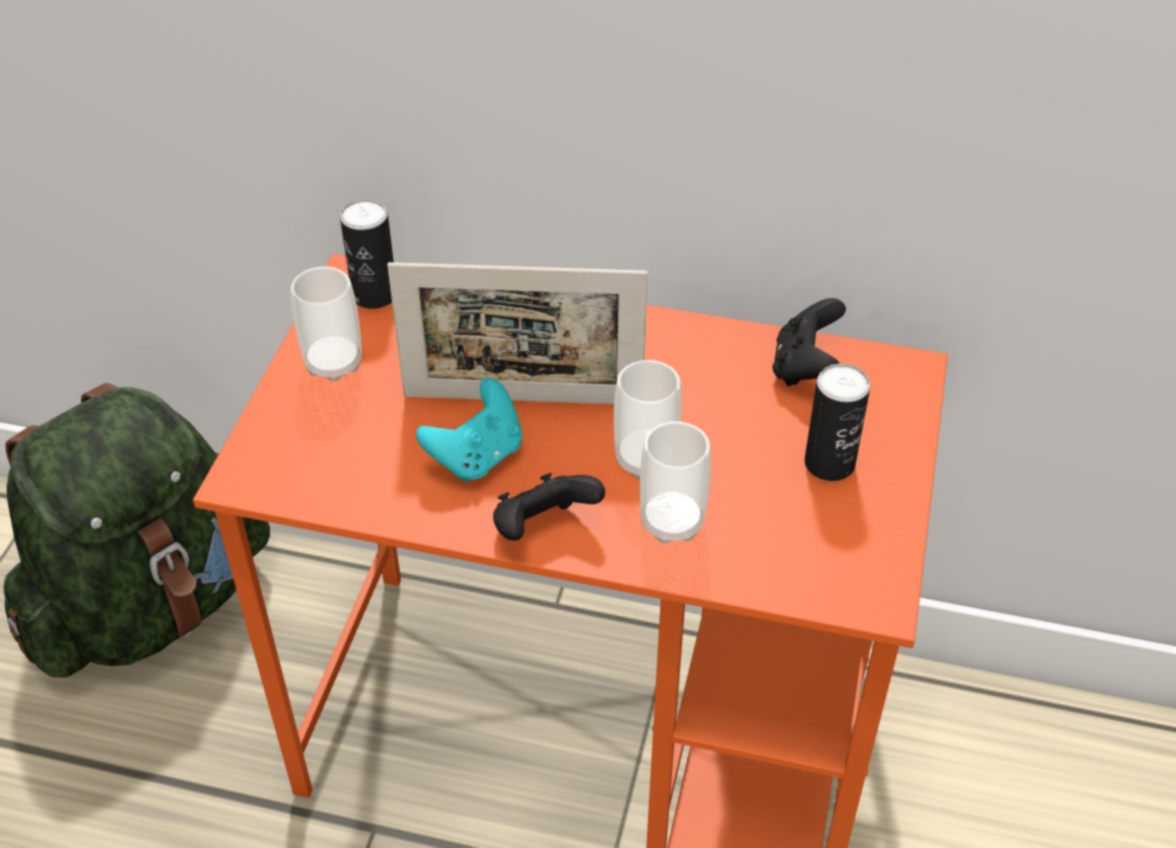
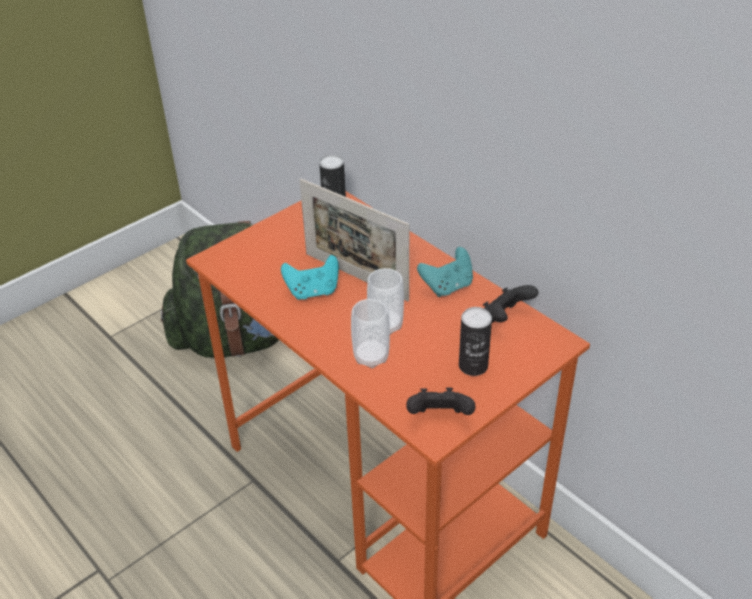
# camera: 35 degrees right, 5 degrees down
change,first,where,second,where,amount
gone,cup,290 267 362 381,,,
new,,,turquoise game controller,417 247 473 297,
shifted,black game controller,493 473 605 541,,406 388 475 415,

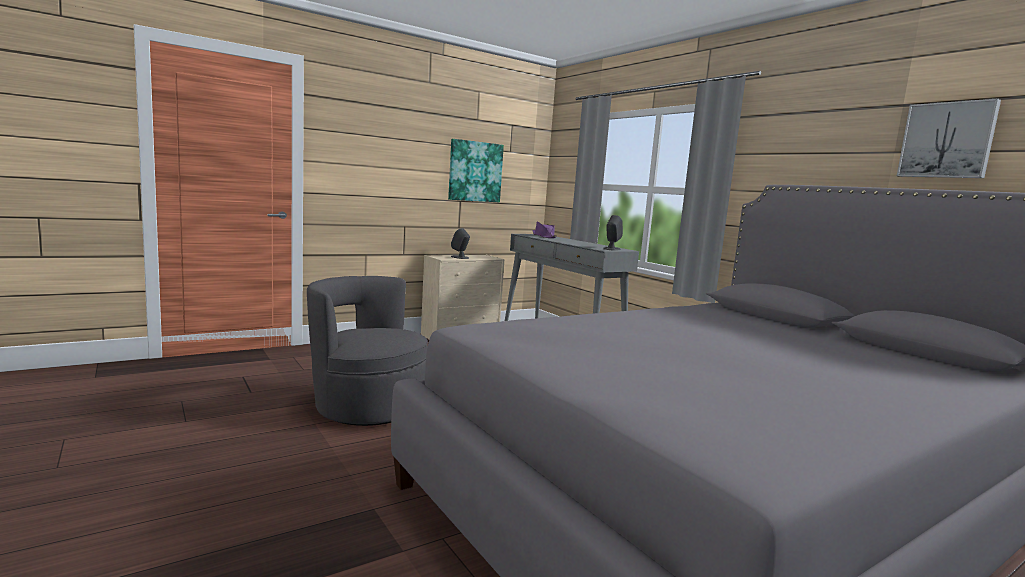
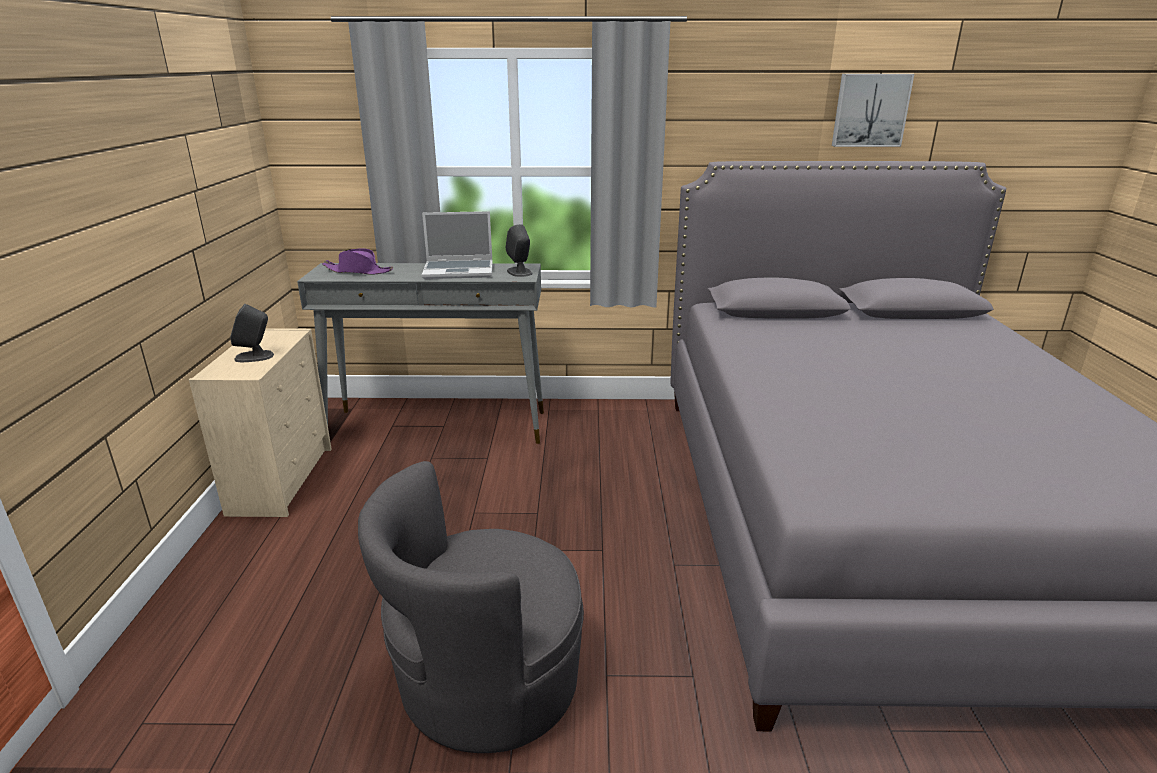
# camera: 55 degrees left, 15 degrees up
change,first,where,second,where,amount
gone,wall picture,448 139 504 202,,,
new,,,portable computer,422 211 493 279,

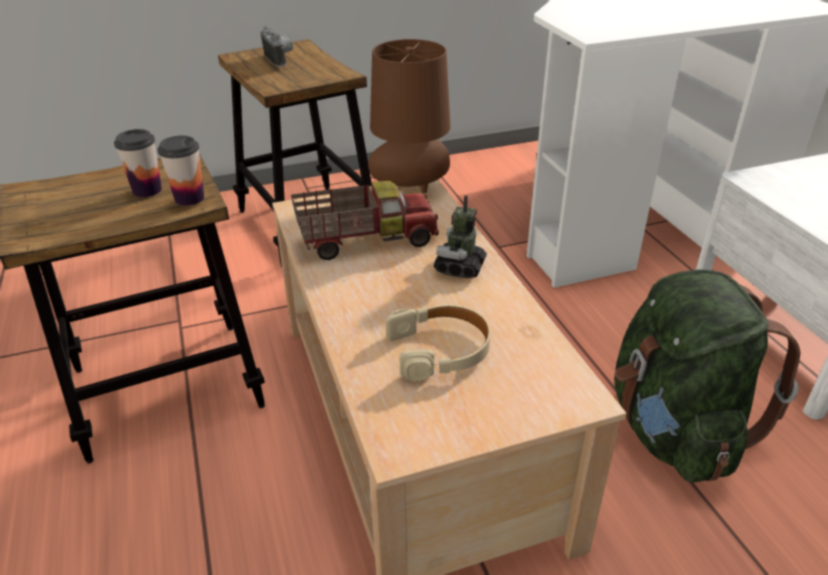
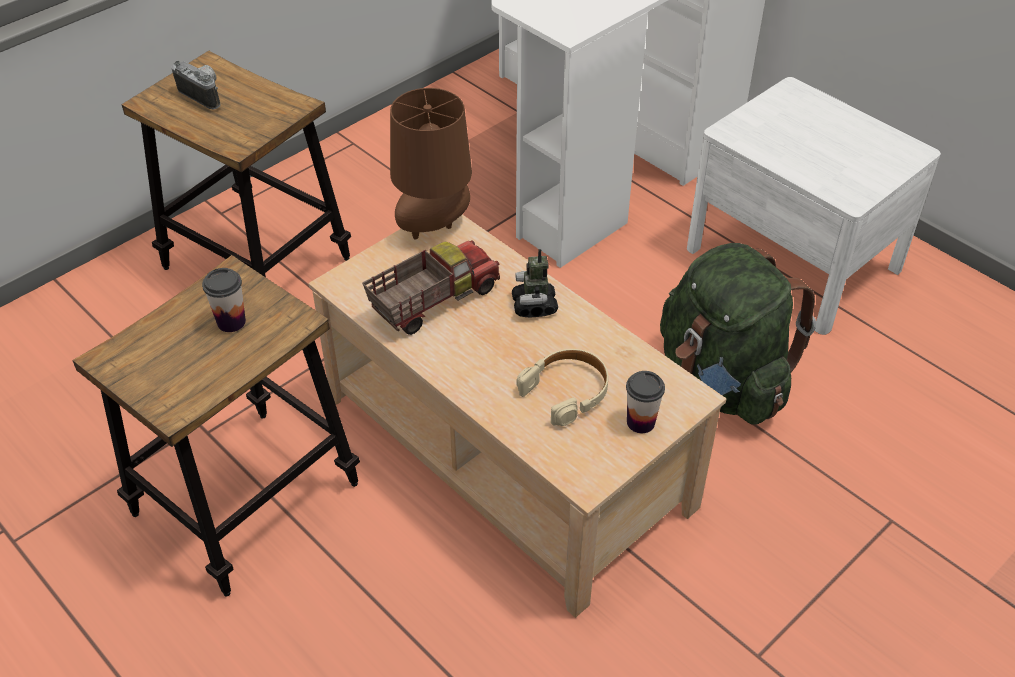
# camera: 25 degrees left, 10 degrees up
change,first,where,second,where,amount
shifted,cup,158 136 204 206,,626 371 665 433,

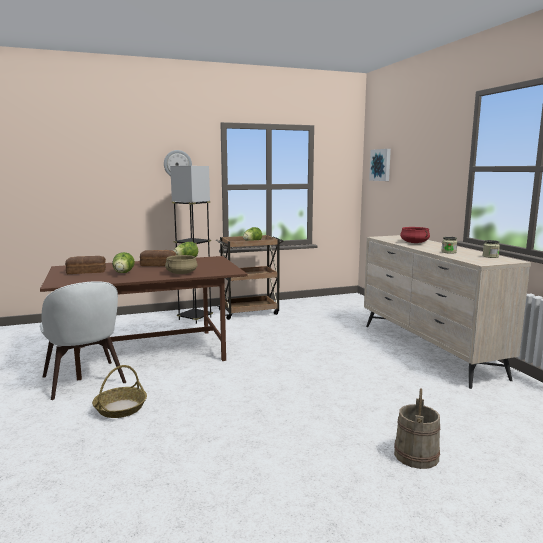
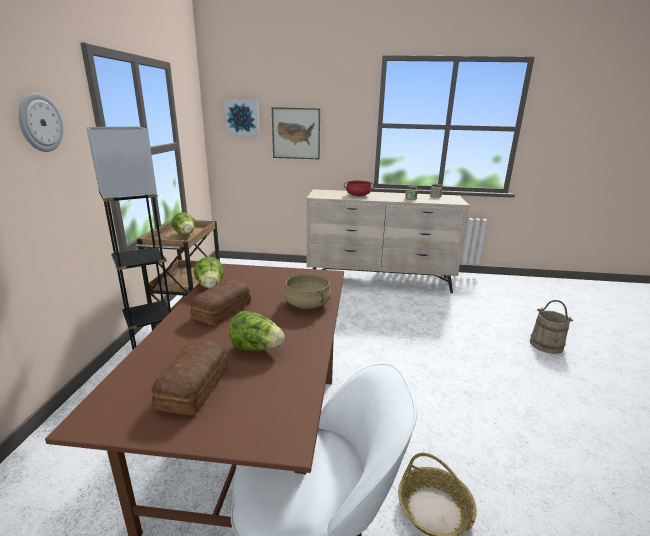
# camera: 65 degrees left, 10 degrees up
change,first,where,second,where,amount
new,,,wall picture,272 107 320 159,

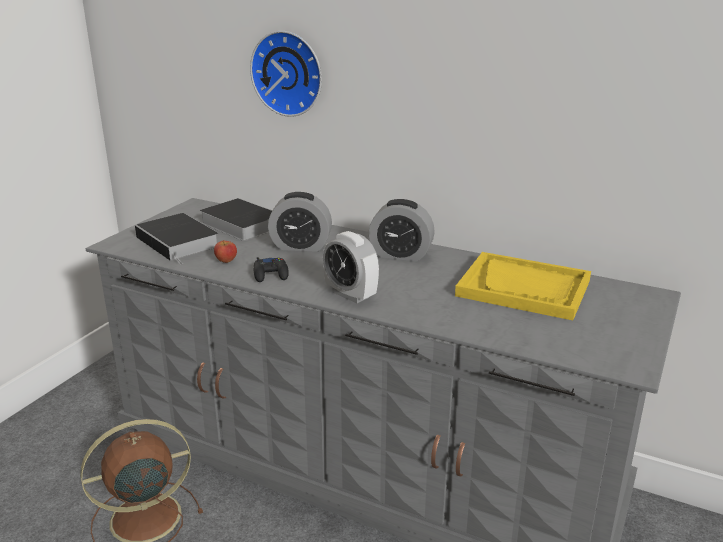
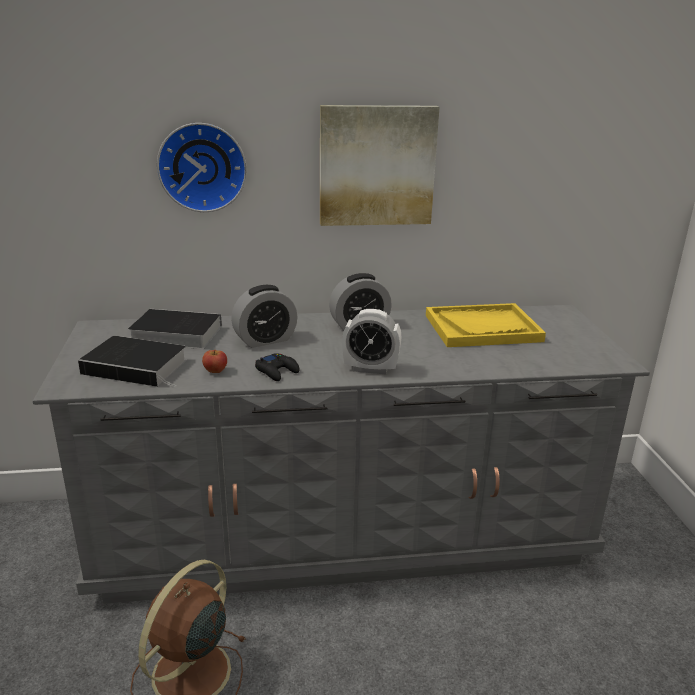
# camera: 35 degrees left, 0 degrees up
change,first,where,second,where,amount
new,,,wall picture,320 105 440 226,

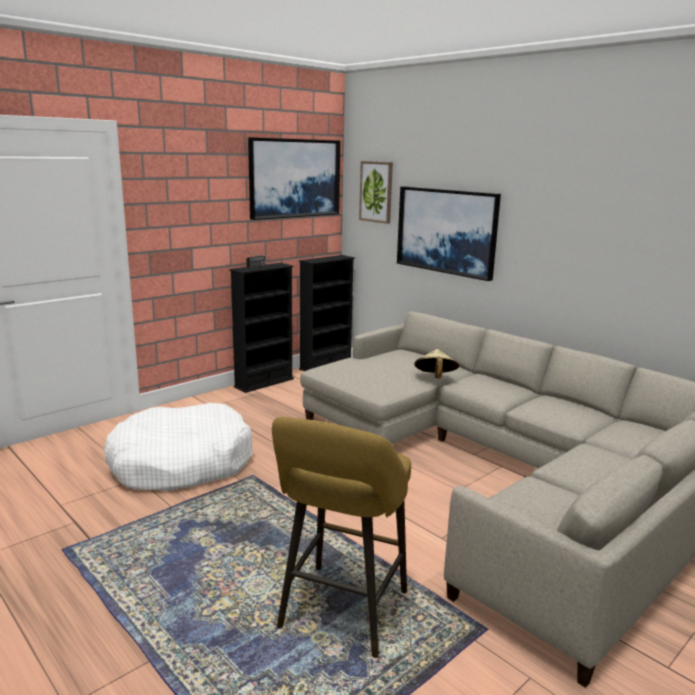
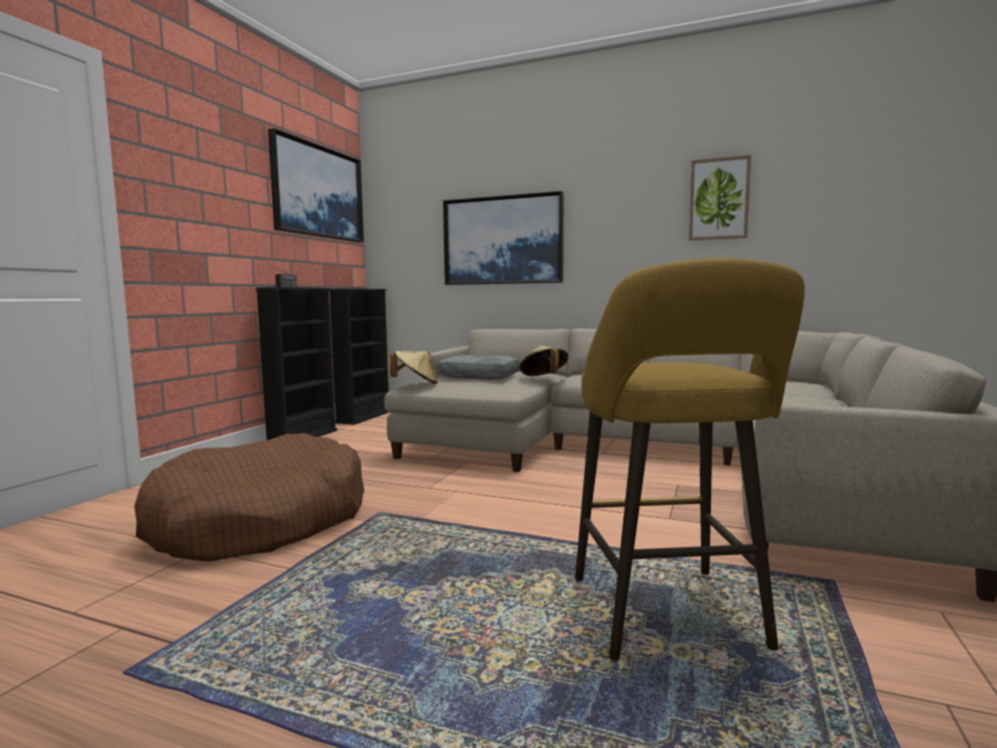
# camera: 25 degrees left, 10 degrees down
change,first,where,second,where,amount
new,,,beige hat,390 351 438 384,
new,,,gray throw pillow,436 355 520 379,
shifted,wall picture,359 161 393 224,,689 155 751 241,
repainted,white dog cushion,104 403 252 491,brownish dog cushion,134 433 365 562,

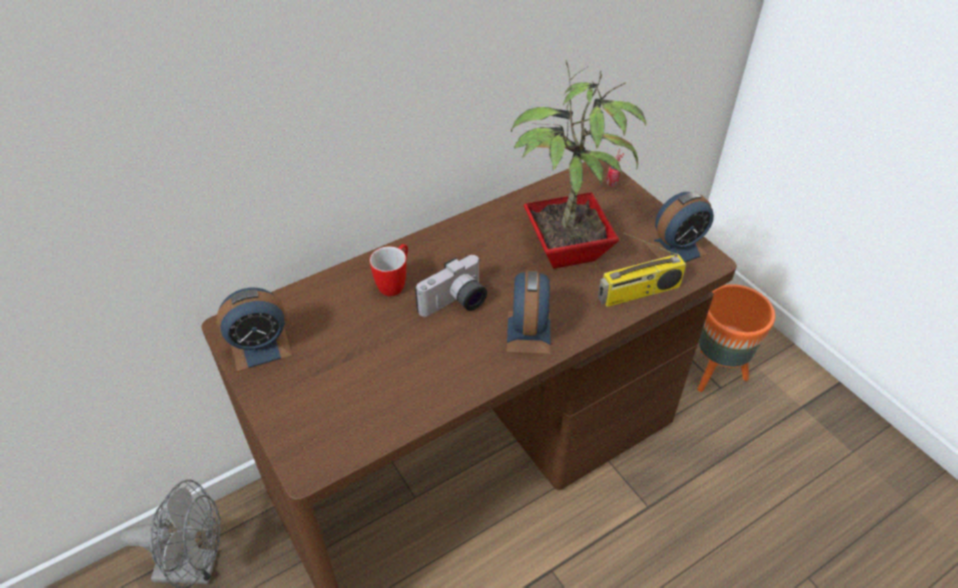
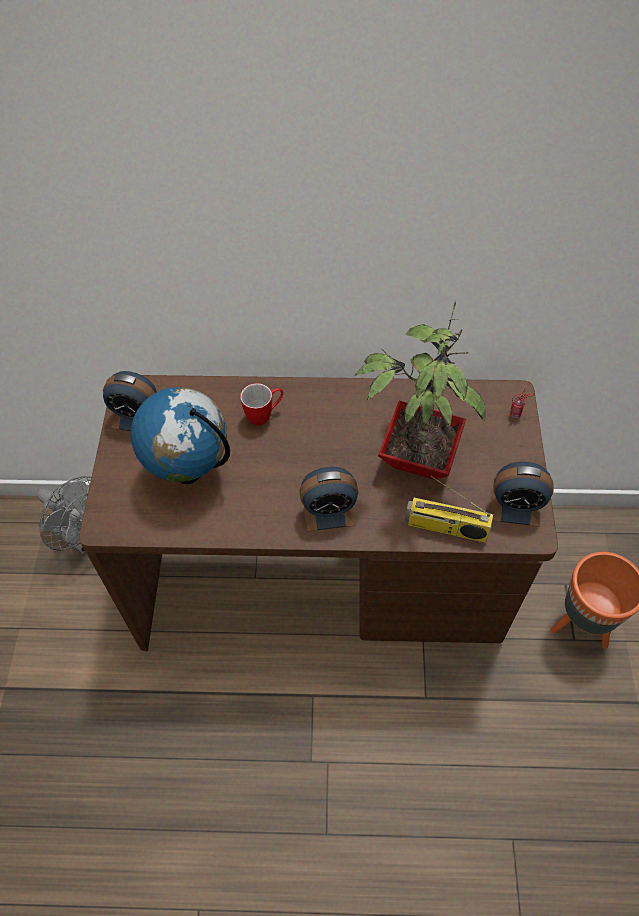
# camera: 35 degrees right, 10 degrees up
change,first,where,second,where,amount
gone,still camera,415 255 487 317,,,
new,,,world globe,131 387 230 484,
rotated,alarm clock,507 271 550 354,,299 467 358 532,135 degrees counterclockwise

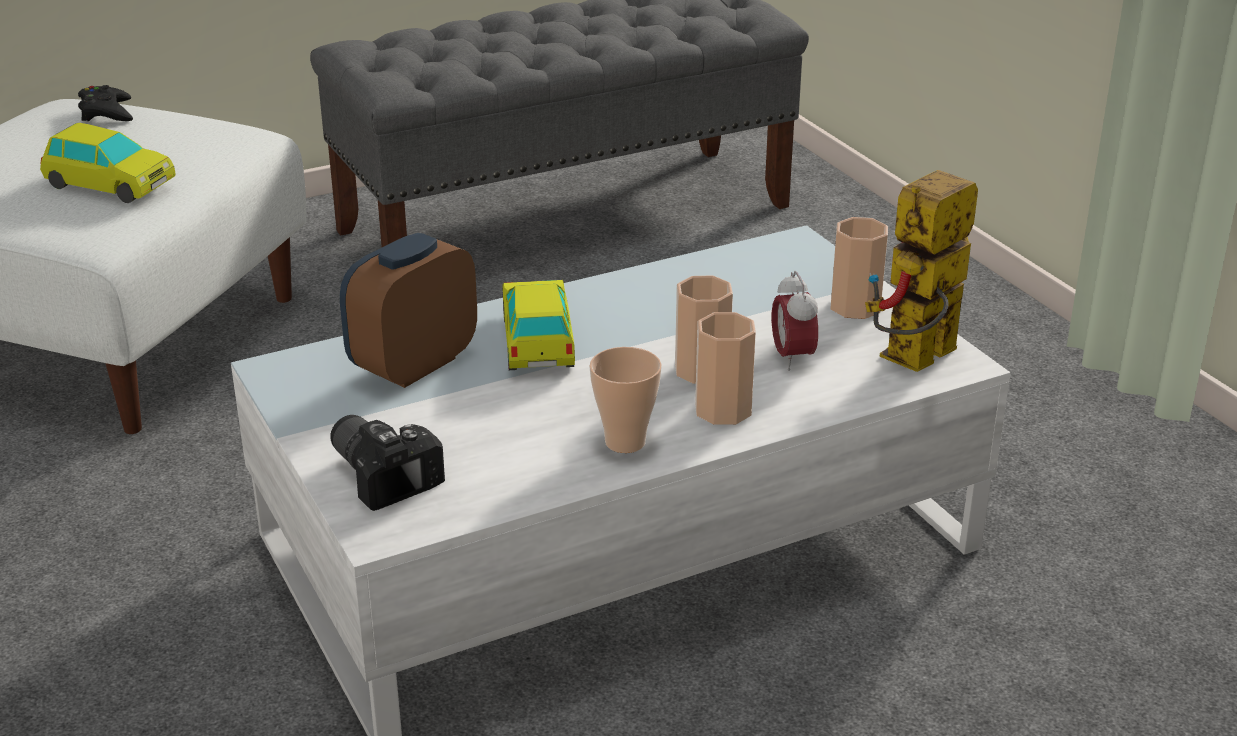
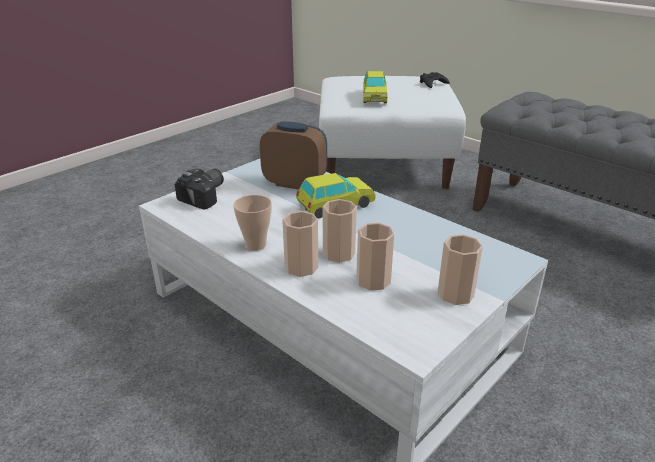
# camera: 70 degrees right, 0 degrees up
change,first,where,second,where,amount
gone,toy robot,865 170 978 372,,,
swapped,alarm clock,772 271 818 371,cup,356 223 394 291,

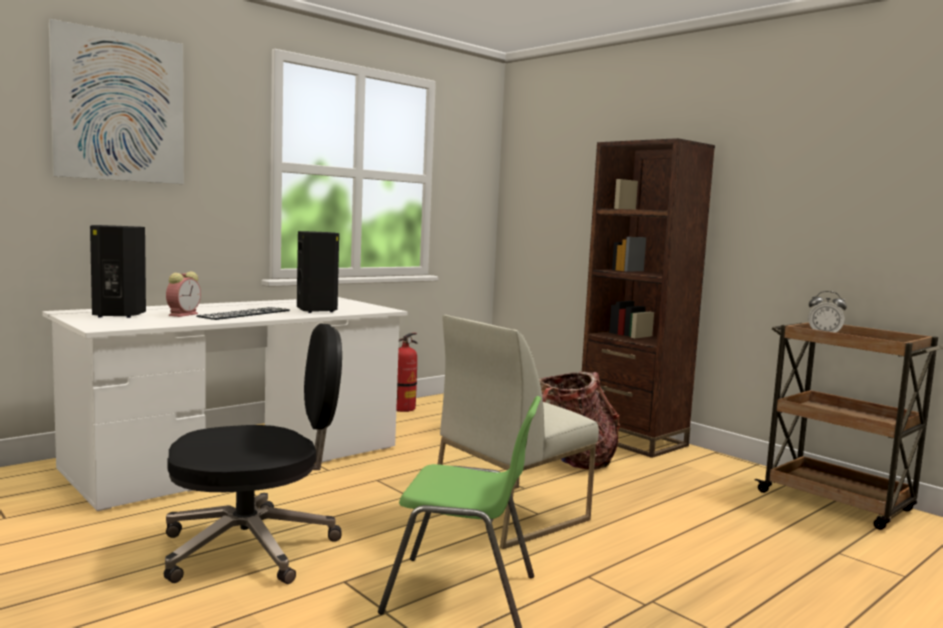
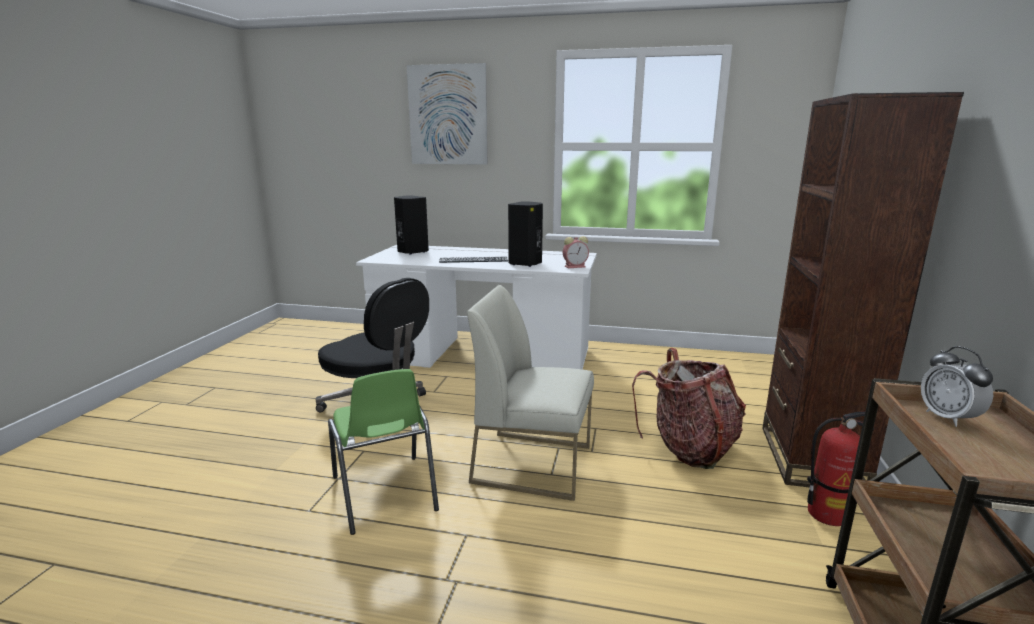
# camera: 55 degrees right, 10 degrees up
change,first,where,second,where,amount
shifted,alarm clock,166 272 201 317,,563 236 589 268,
shifted,extinguisher,396 333 418 412,,807 412 874 526,

